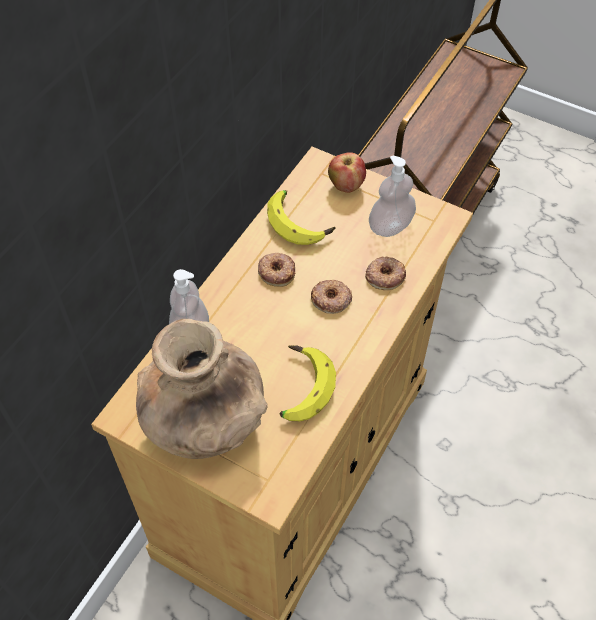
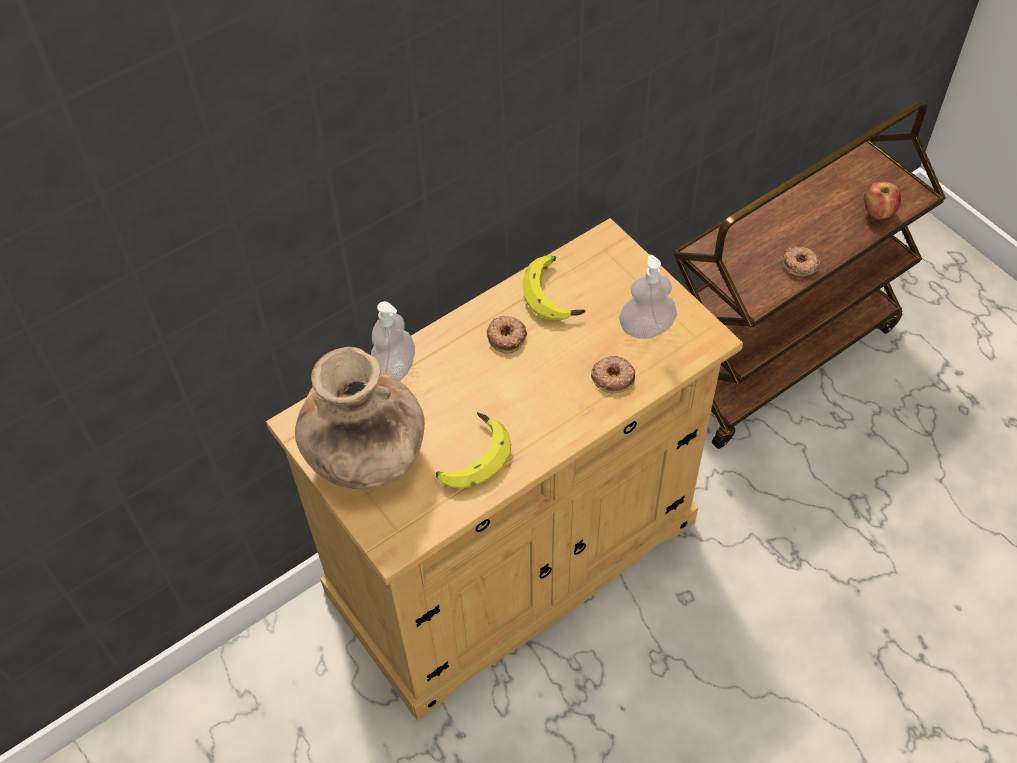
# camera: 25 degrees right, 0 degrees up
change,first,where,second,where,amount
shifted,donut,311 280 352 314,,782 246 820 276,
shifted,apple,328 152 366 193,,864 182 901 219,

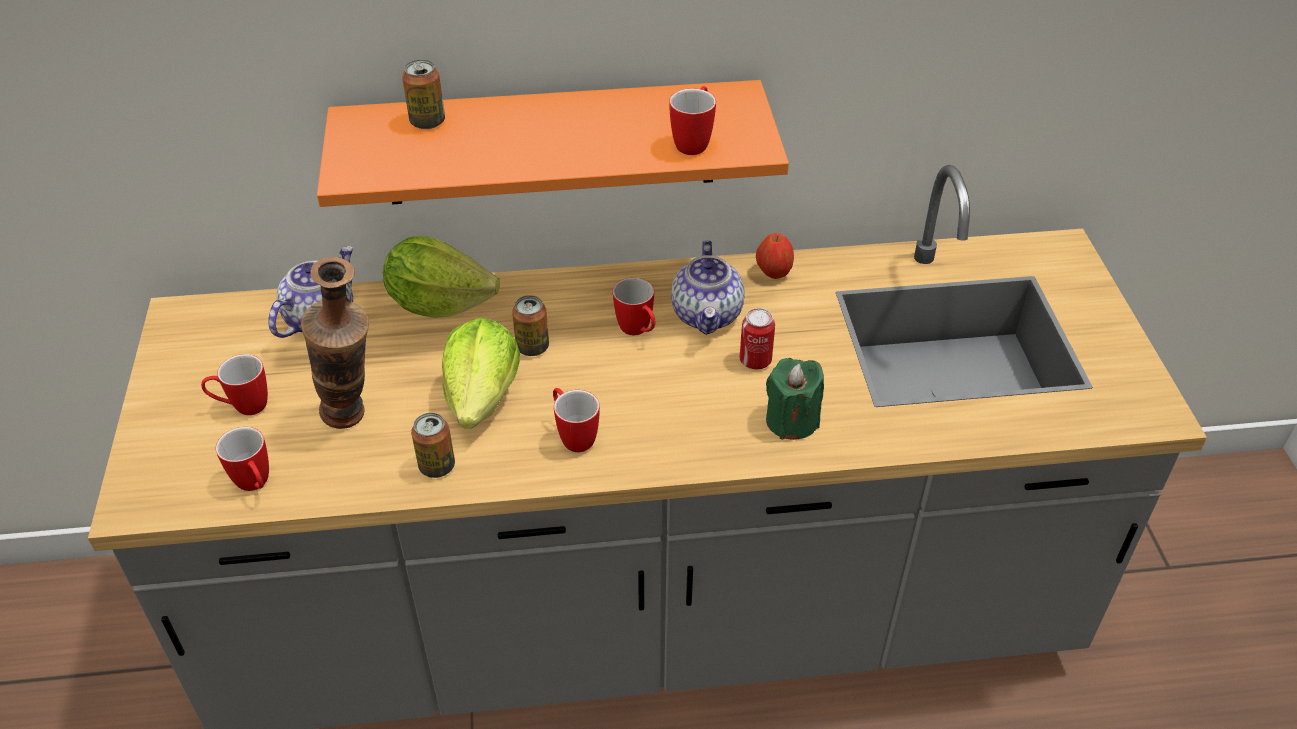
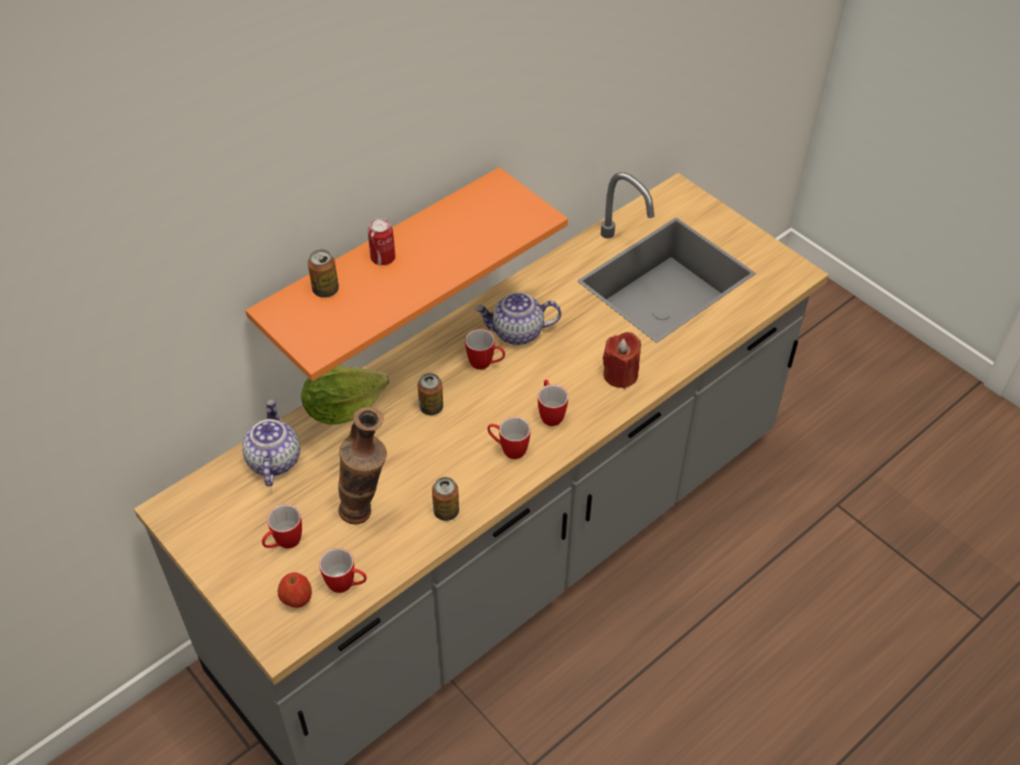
# camera: 35 degrees left, 5 degrees up
change,first,where,second,where,amount
gone,lettuce head,442 318 520 429,,,
shifted,tea mug,669 86 716 155,,538 380 569 426,
shifted,can,740 308 775 369,,368 218 395 265,
shifted,apple,756 233 794 279,,278 572 312 608,
repainted,greenish wax candle,766 358 824 440,red wax candle,603 332 641 389,
rotated,teapot,671 240 745 335,,475 292 561 345,120 degrees clockwise

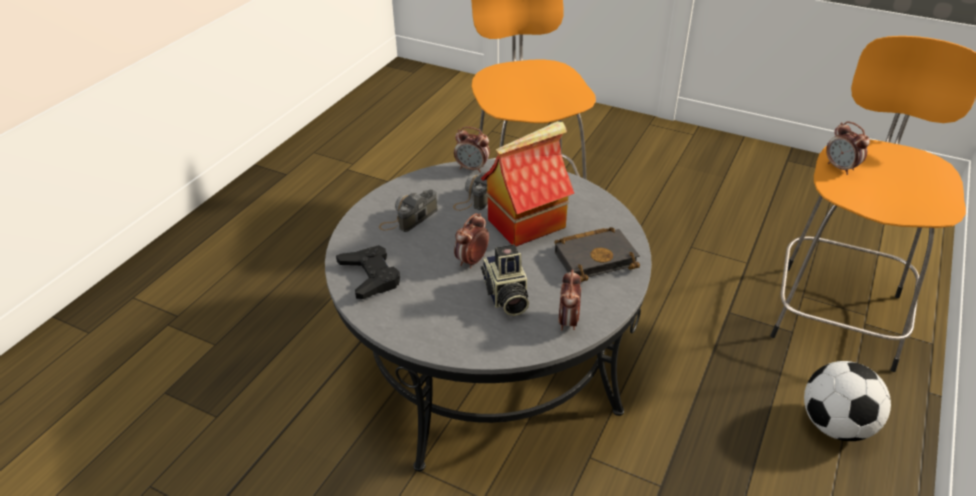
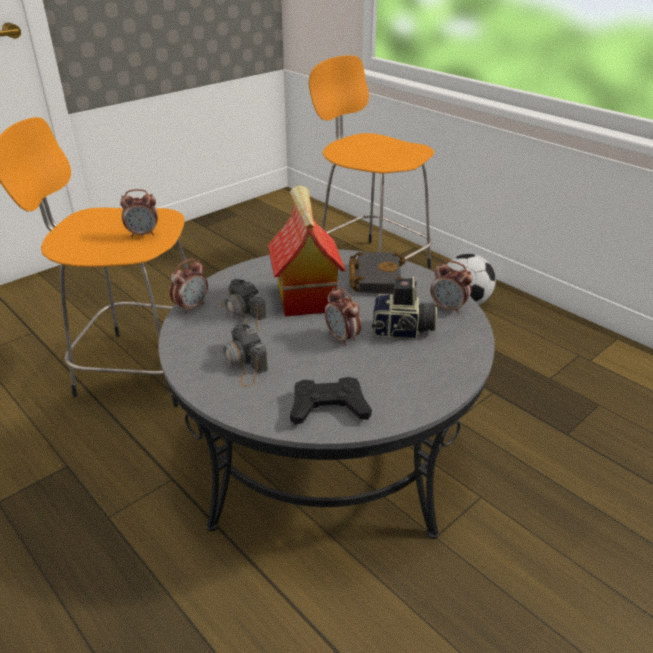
# camera: 70 degrees left, 5 degrees down
change,first,where,second,where,amount
shifted,alarm clock,826 121 870 175,,120 189 158 237,

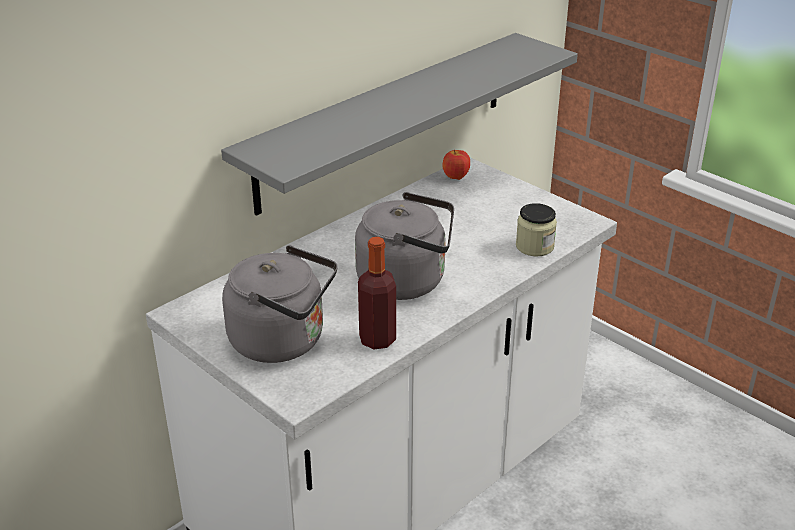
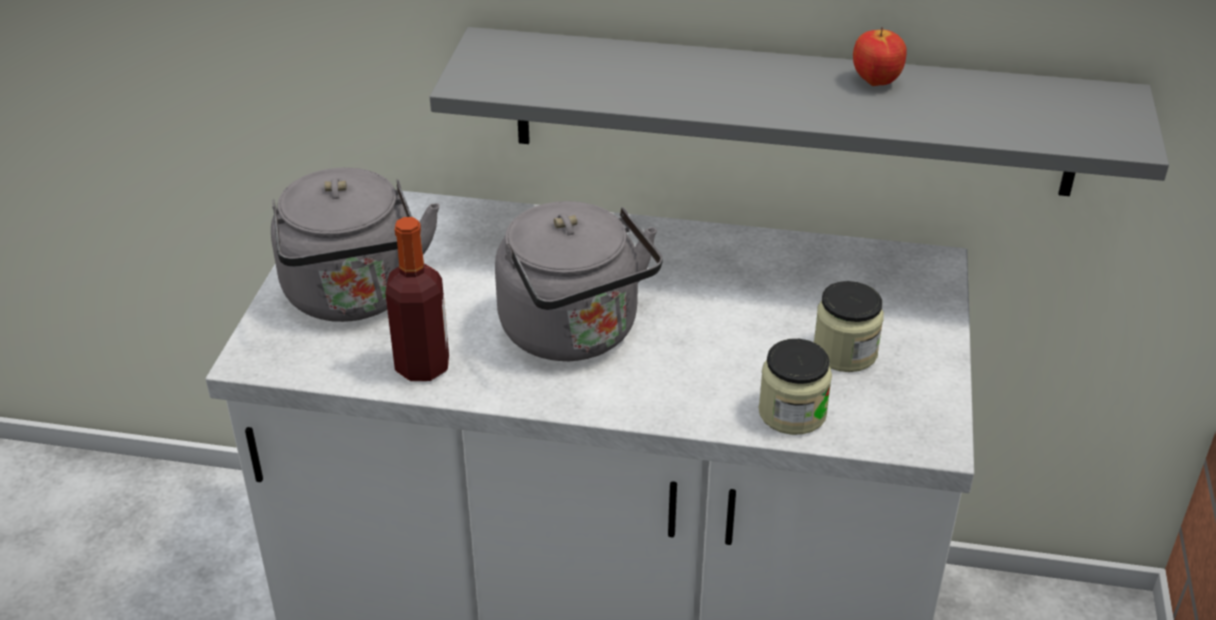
# camera: 55 degrees right, 5 degrees up
change,first,where,second,where,amount
new,,,preserve jar,814 281 884 372,
shifted,apple,442 150 470 180,,853 28 907 86,

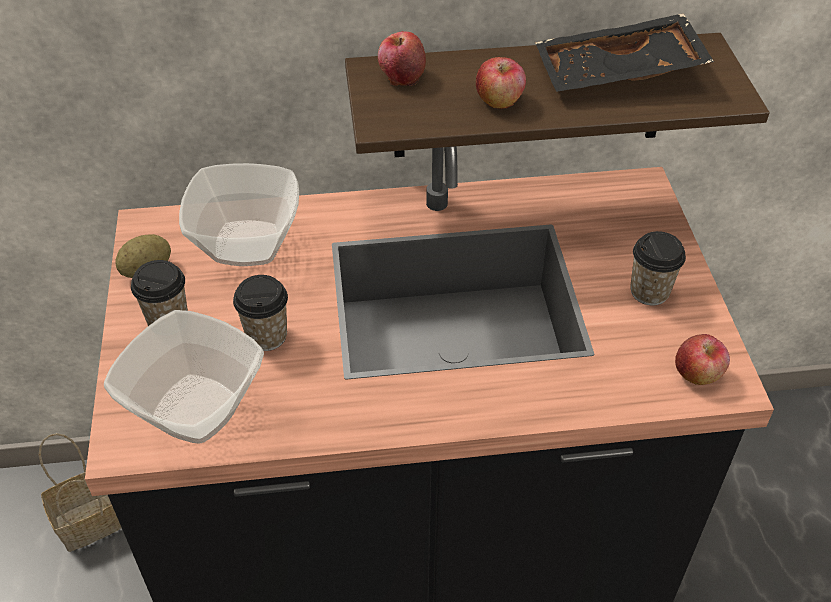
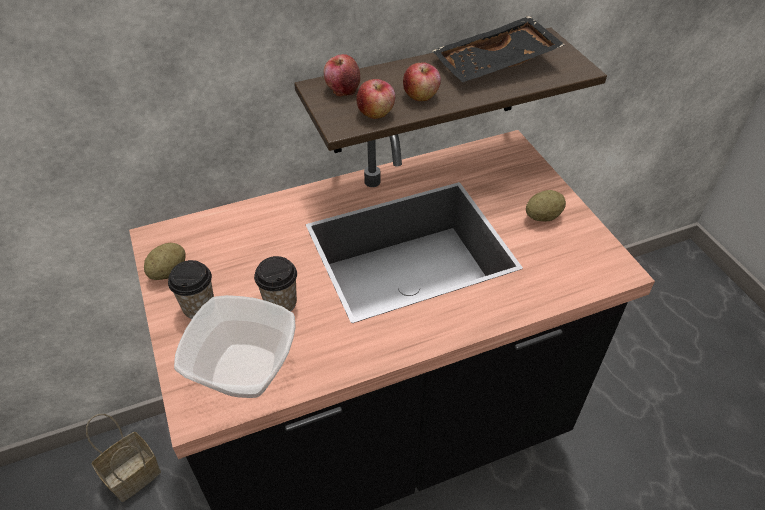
# camera: 15 degrees left, 0 degrees up
change,first,where,second,where,amount
gone,serving bowl,179 163 299 266,,,
shifted,apple,675 334 730 385,,357 79 395 119,
swapped,cup,630 231 686 305,potato,526 190 566 221,

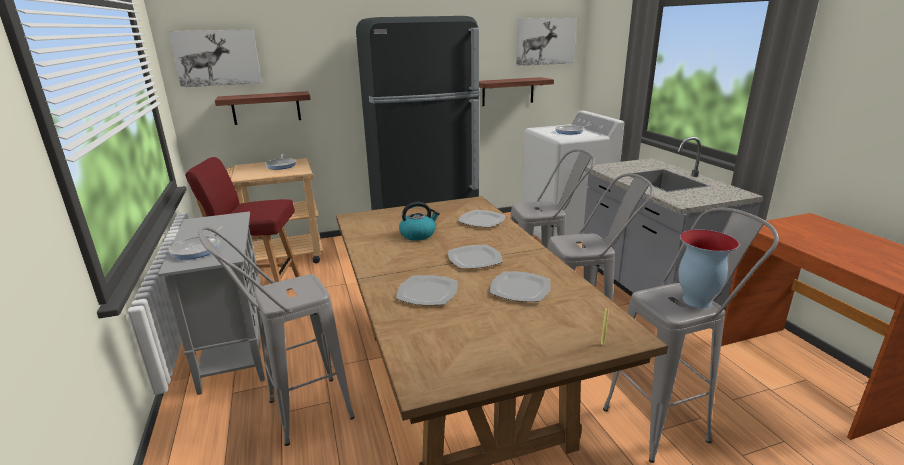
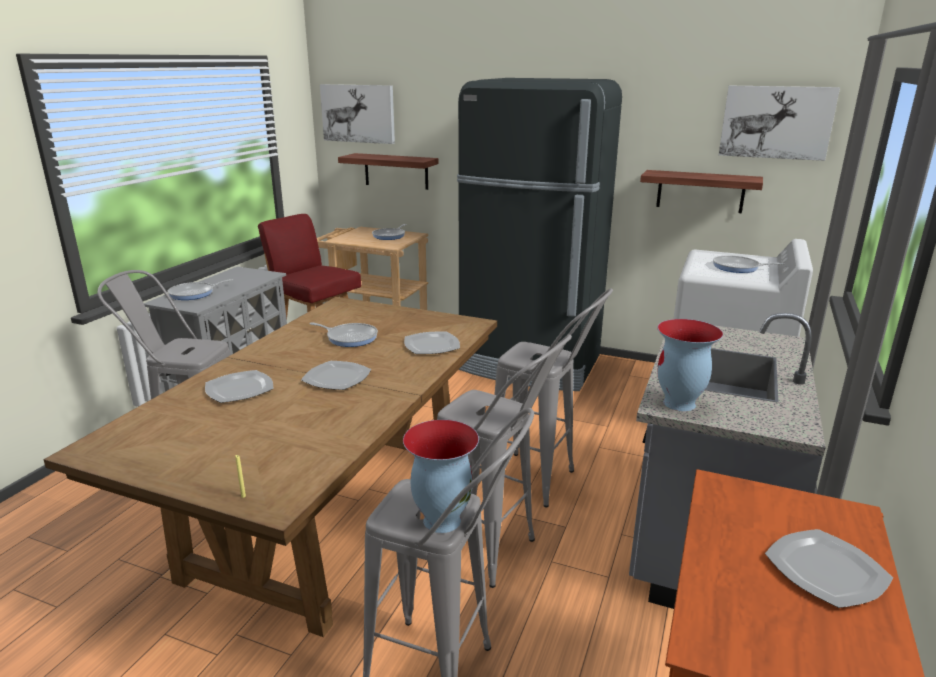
# camera: 40 degrees right, 0 degrees up
change,first,where,second,where,amount
new,,,vase,657 319 723 411,
shifted,dinner plate,490 271 551 302,,765 529 893 608,
swapped,kettle,399 202 440 240,frying pan,310 322 378 347,

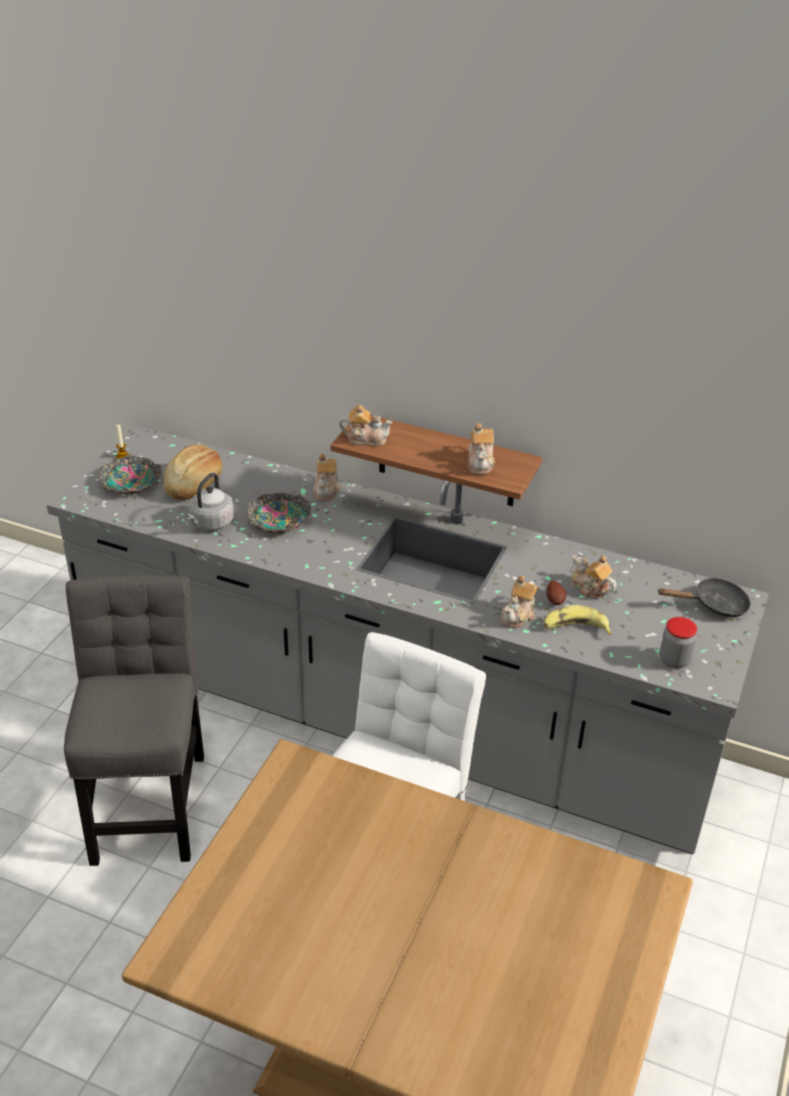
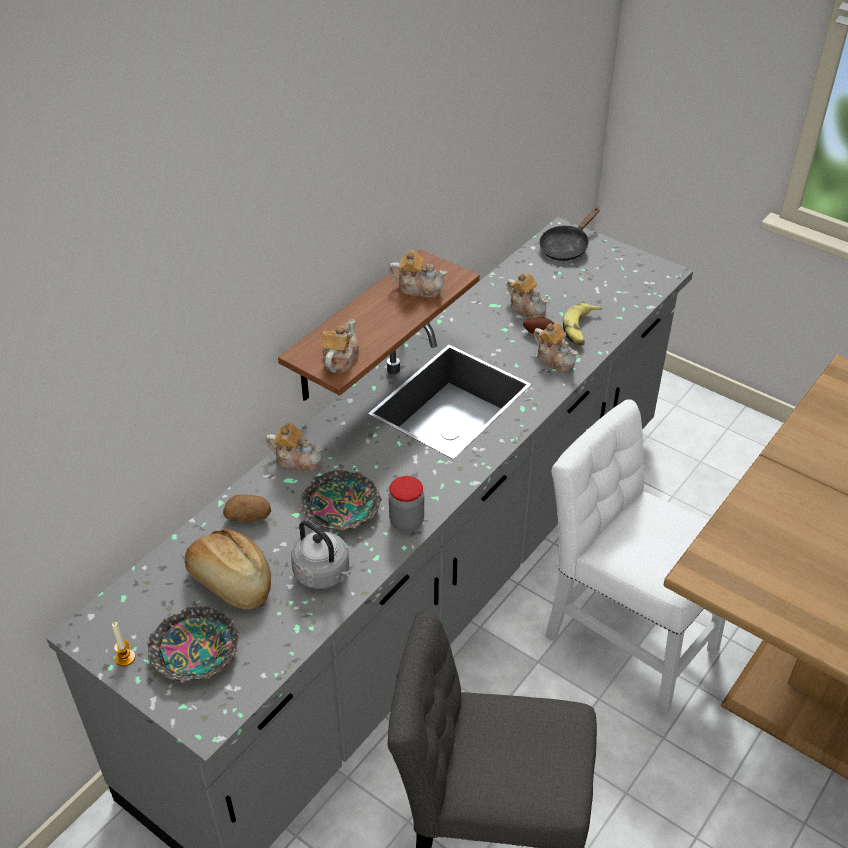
# camera: 75 degrees left, 5 degrees up
change,first,where,second,where,amount
new,,,potato,223 494 271 522,
shifted,preserve jar,660 617 697 668,,389 476 424 532,
rotated,teapot,571 555 616 599,,506 273 549 319,105 degrees counterclockwise
rotated,black frying pan,657 577 751 617,,539 208 600 261,150 degrees counterclockwise

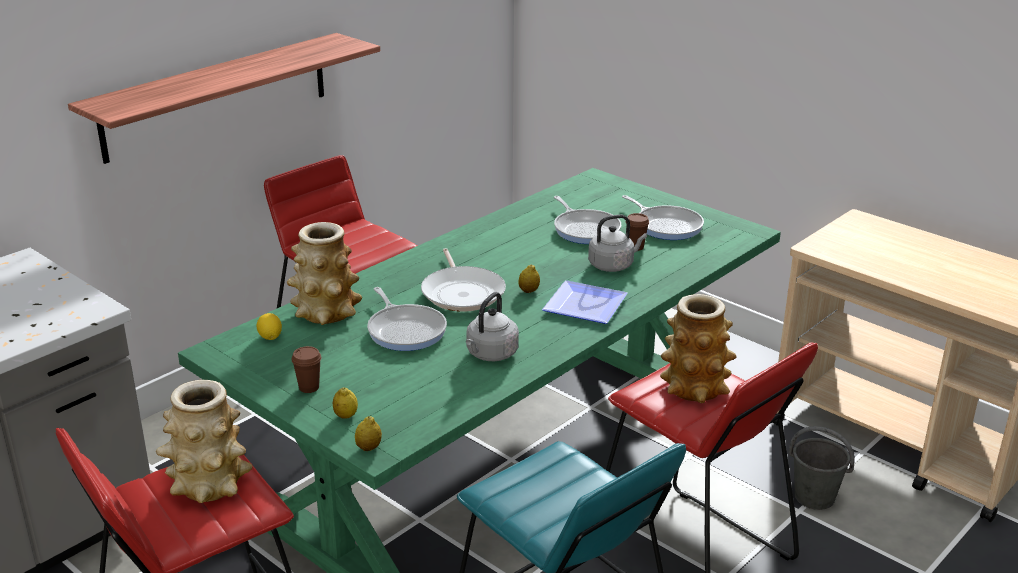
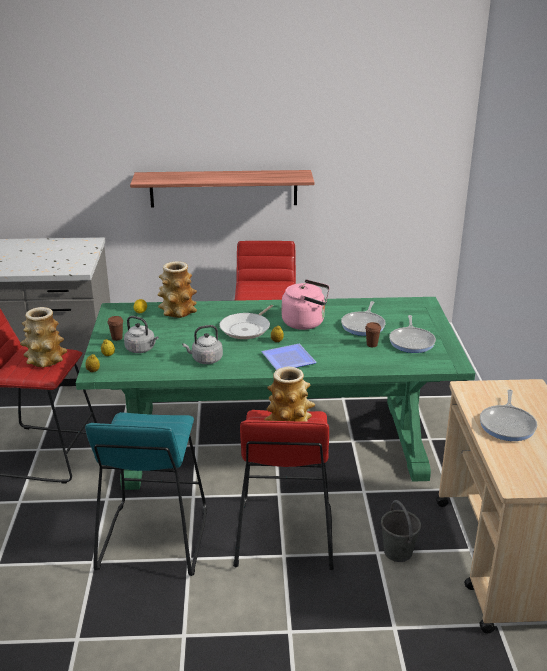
# camera: 45 degrees right, 0 degrees up
change,first,where,second,where,amount
new,,,pinkish kettle,282 279 329 330,
shifted,frying pan,367 287 447 351,,480 390 537 441,
shifted,gray kettle,588 214 647 272,,124 316 158 353,

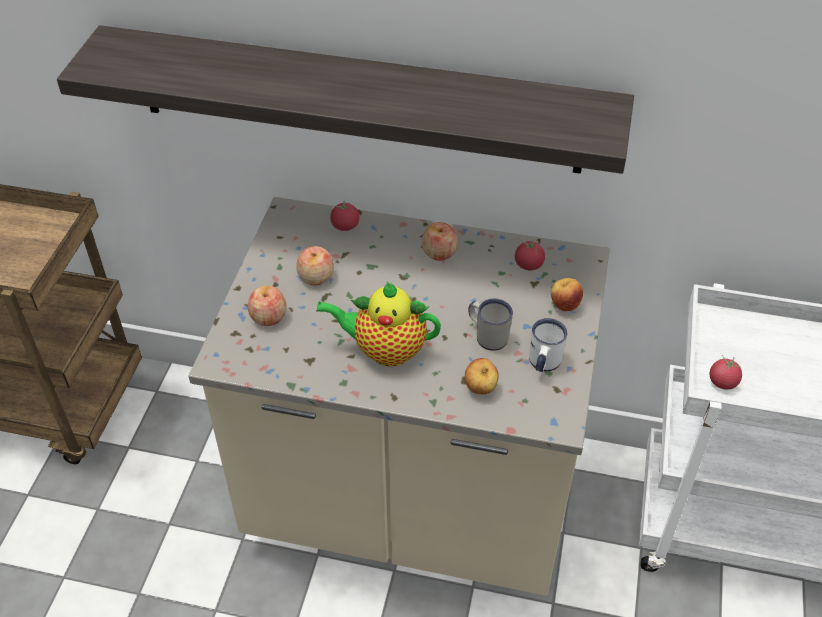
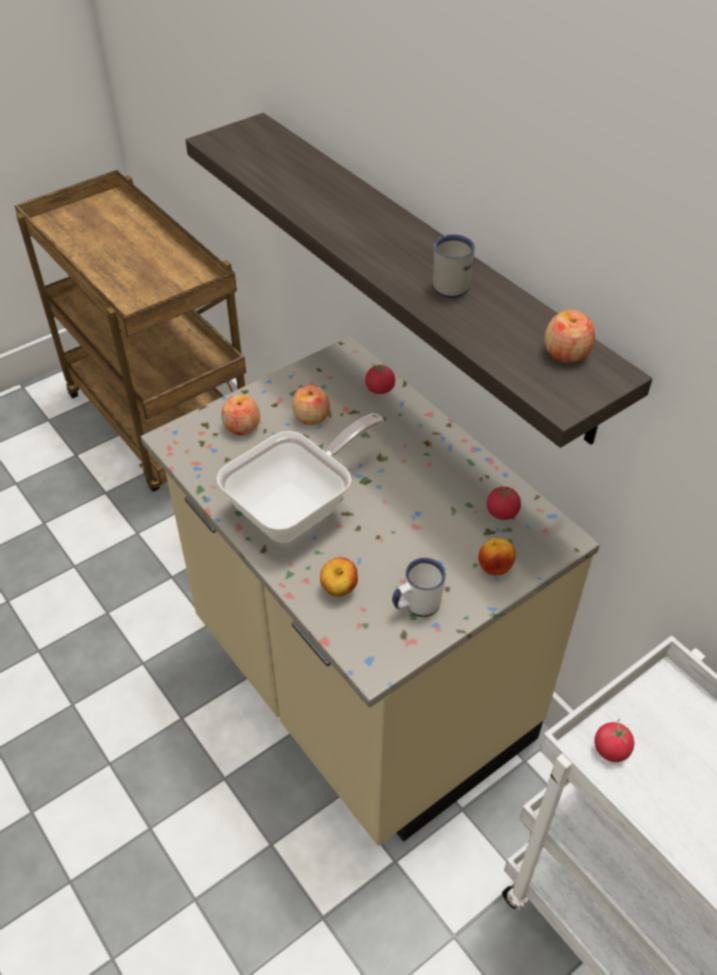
# camera: 40 degrees right, 0 degrees up
change,first,where,second,where,amount
shifted,apple,422 222 458 261,,545 310 595 363,
shifted,white tea mug,468 299 513 351,,433 234 475 298,
swapped,teapot,316 281 441 366,frying pan,217 413 384 543,

